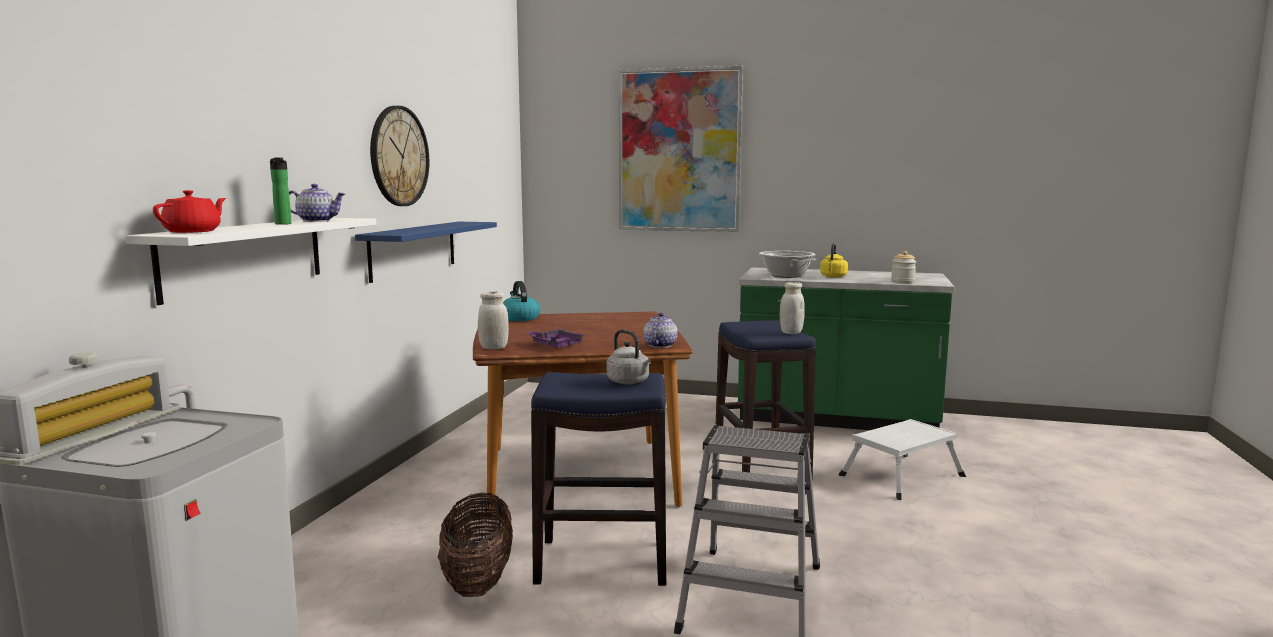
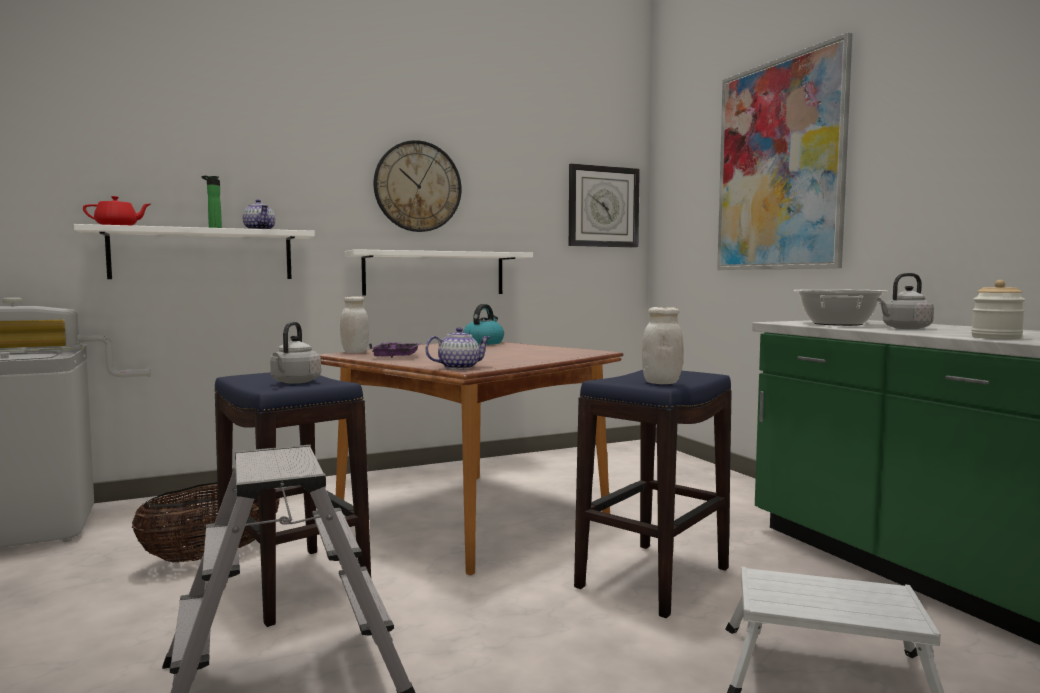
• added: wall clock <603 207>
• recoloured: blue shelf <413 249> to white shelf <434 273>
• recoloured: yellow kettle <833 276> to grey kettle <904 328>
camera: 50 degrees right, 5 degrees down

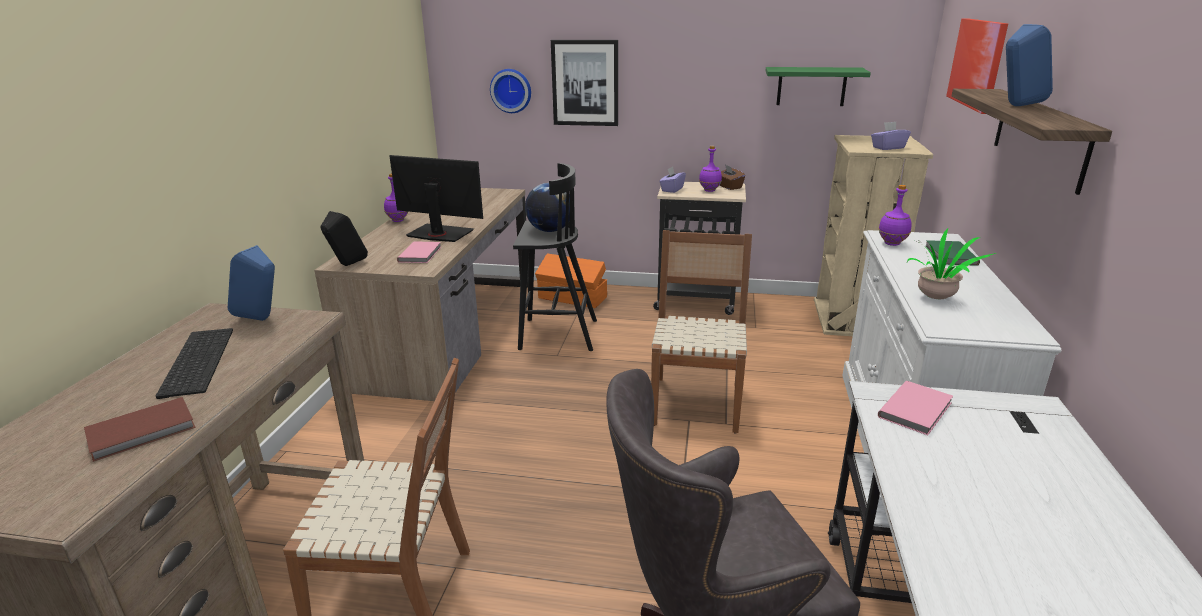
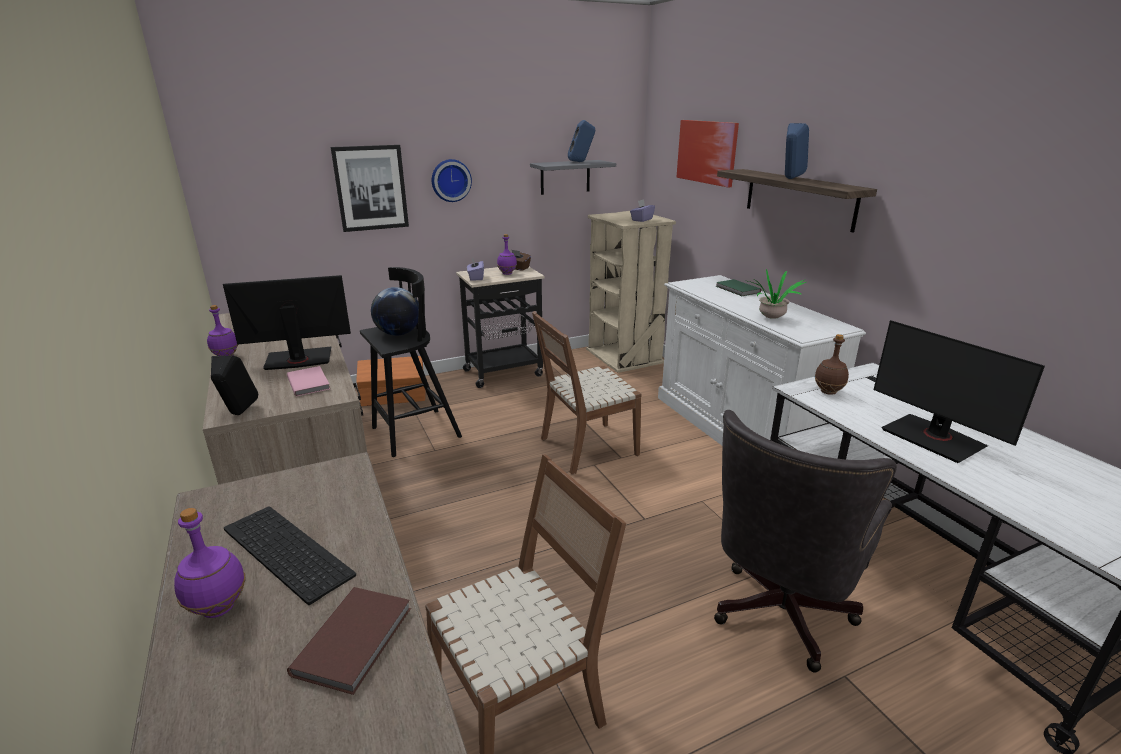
• added: monitor <933 438>
• moved: blue speaker <262 320> to <581 162>
• moved: wall clock <511 90> to <450 180>
• moved: purple bottle <891 243> to <217 608>
• replaced: pink book <917 410> to brown bottle <828 392>
• recoloured: green shelf <811 86> to grey shelf <565 177>
• turned: chair <697 401> = <585 448> 90 degrees counterclockwise
camera: 35 degrees left, 0 degrees up

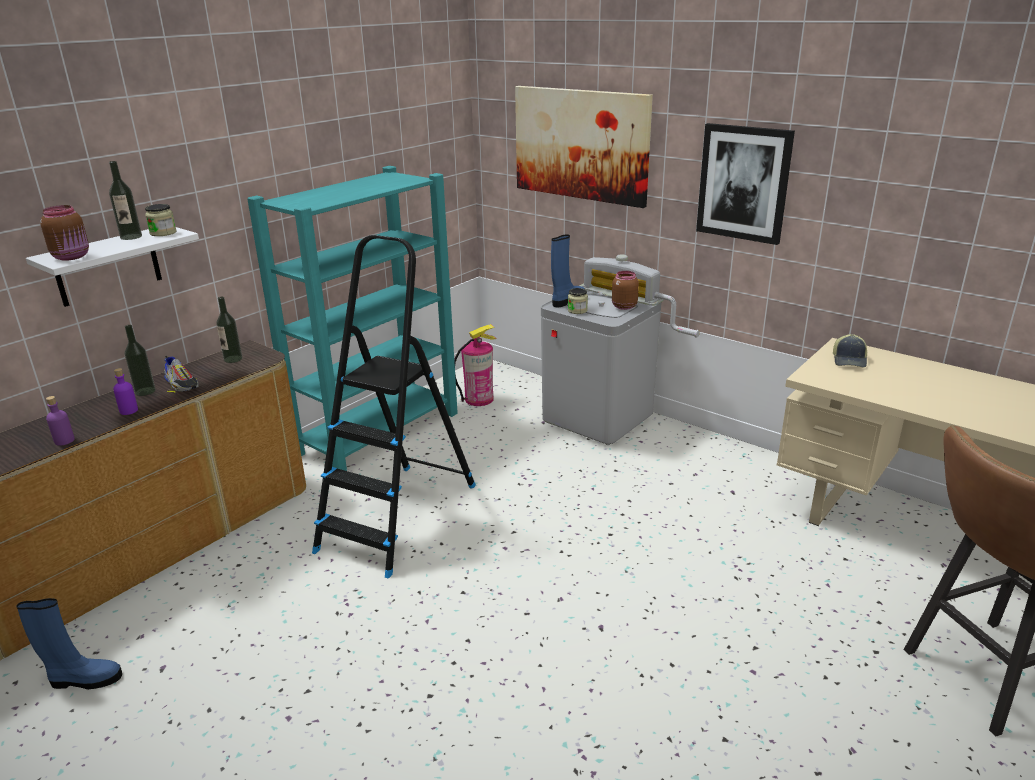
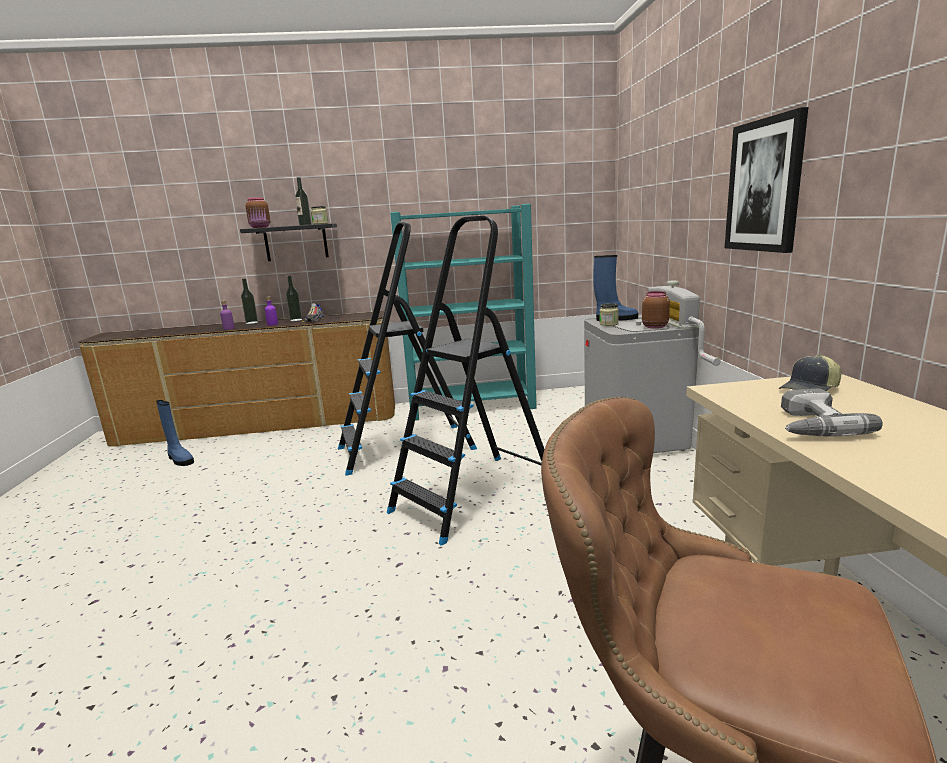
• removed: fire extinguisher <479 399>
• removed: picture <580 144>
• added: black step ladder <473 496>
• added: power drill <809 425>
• moved: bottle <233 359> to <252 322>
• recoloured: white shelf <107 266> to black shelf <296 242>
camera: 45 degrees right, 10 degrees down

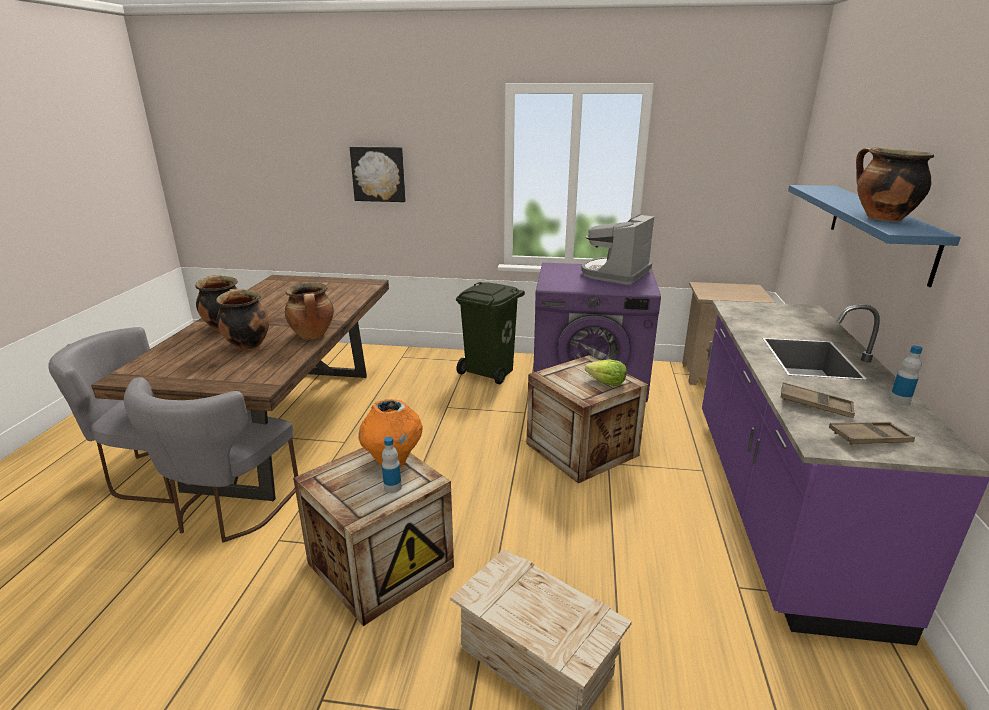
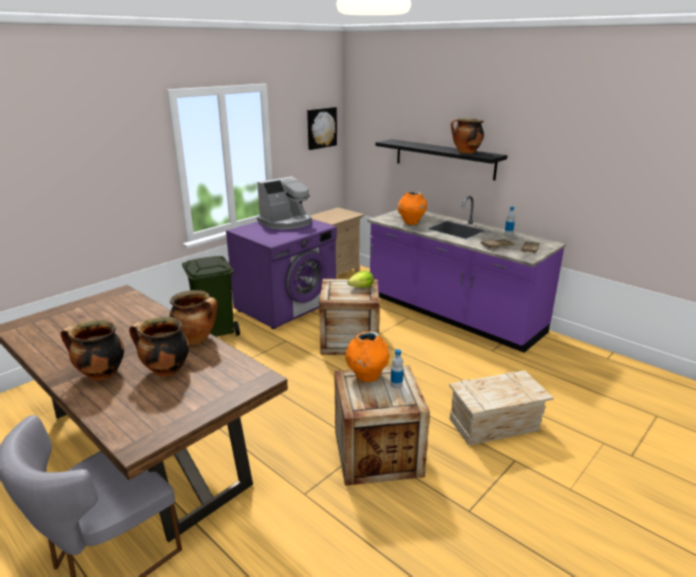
• removed: grey chair <229 510>
• added: orange vase <411 223>
• moved: picture <378 174> to <321 128>
• recoloured: blue shelf <879 230> to black shelf <444 159>
• turned: coffee machine <615 274> = <286 222> 105 degrees counterclockwise
camera: 55 degrees left, 0 degrees up

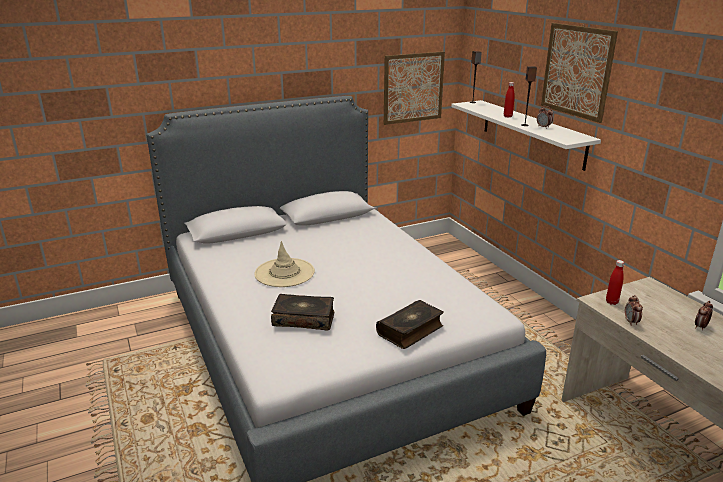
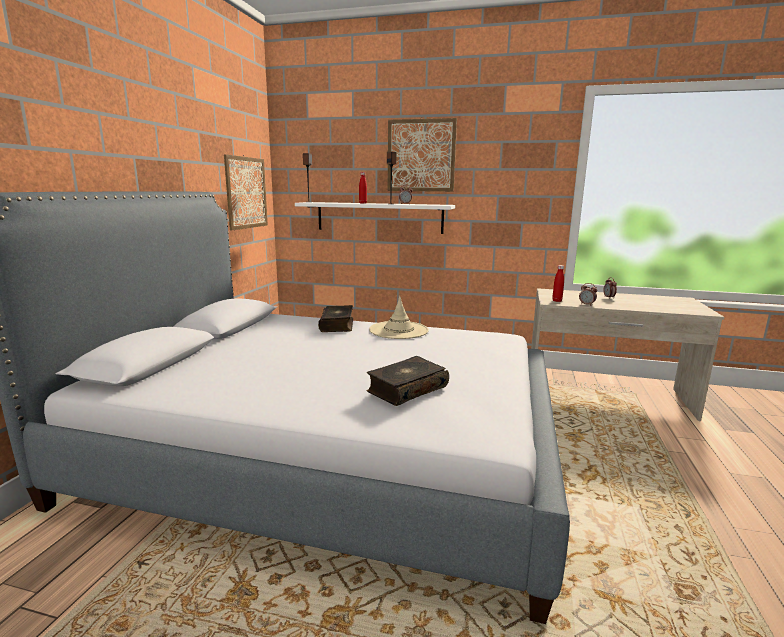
• moved: beige hat <284 273> to <398 330>
• moved: book <411 330> to <337 325>
camera: 50 degrees left, 10 degrees down

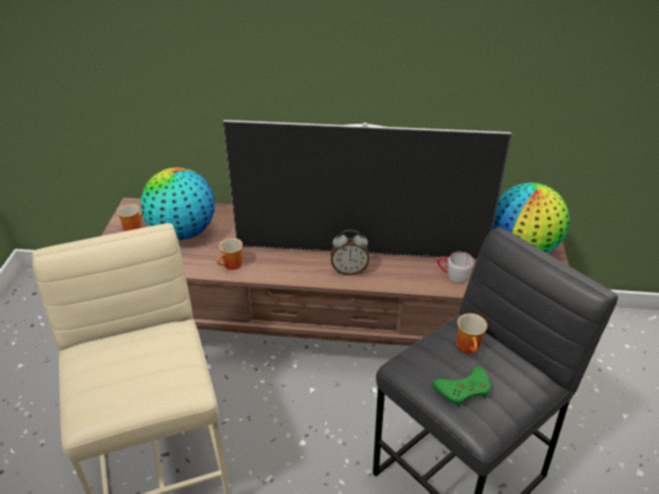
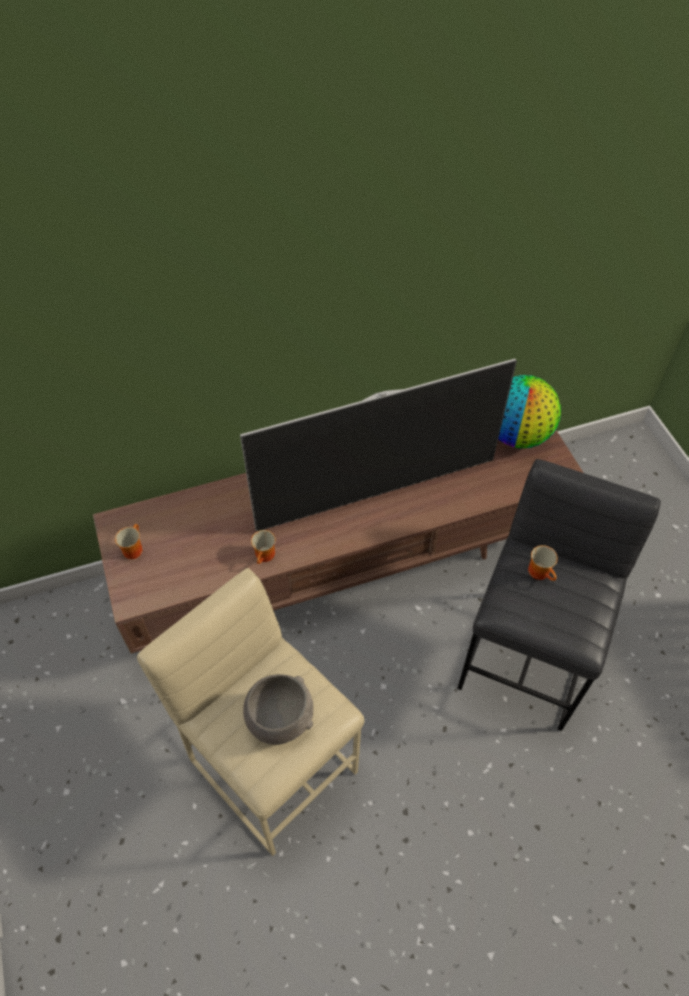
• removed: globe <182 232>
• removed: alarm clock <349 270>
• removed: green game controller <463 389>
• removed: grey mug <452 275>
• added: grey bowl <280 718>
camera: 25 degrees left, 15 degrees up

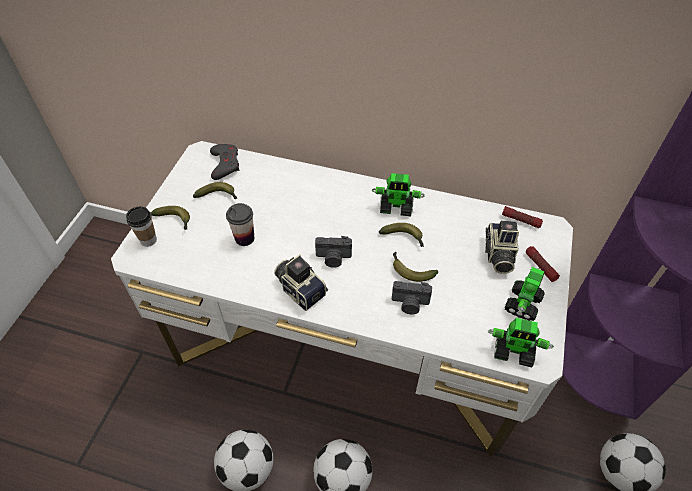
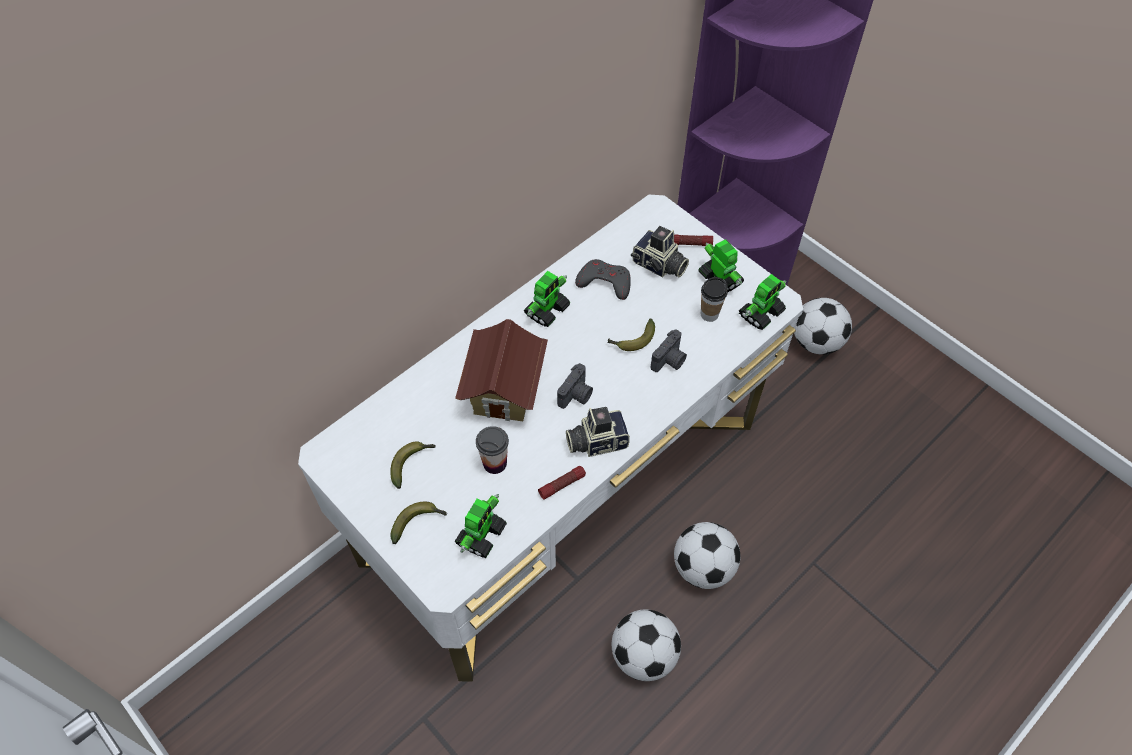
• removed: banana <404 238>
• added: toy house <505 392>
• added: toy robot <481 535>
• moved: cup <148 240> to <709 314>
• moved: grey game controller <225 164> to <604 282>
• moved: flashlight <521 220> to <562 485>
camera: 60 degrees left, 5 degrees up

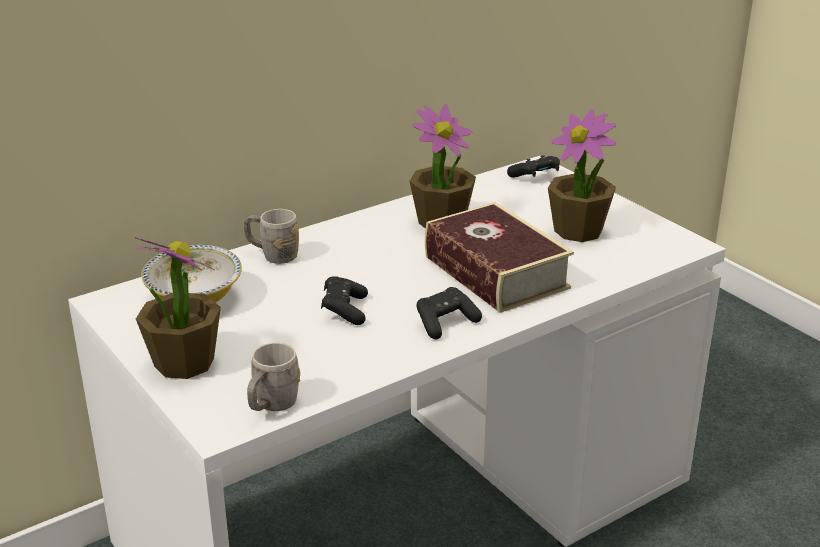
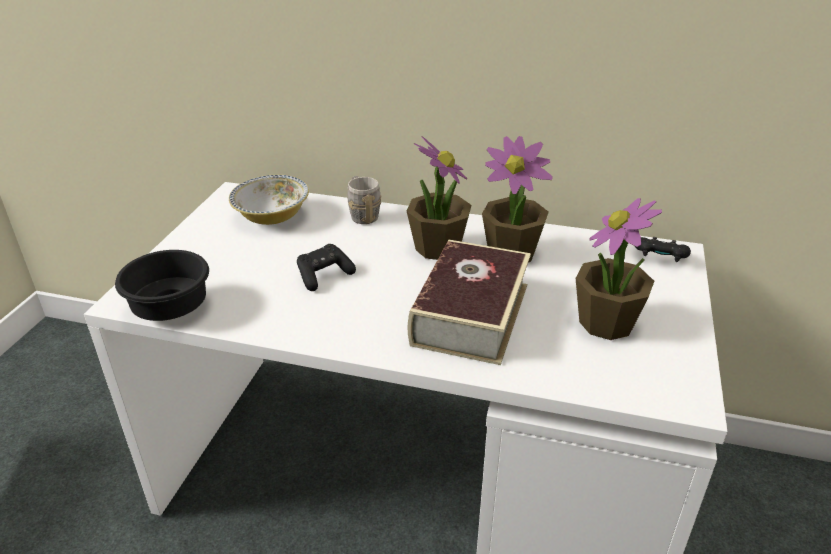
• removed: black game controller <445 323>
• moved: potted plant <183 362> to <438 247>
• replaced: grey mug <272 406> to black bowl <168 308>
camera: 50 degrees right, 5 degrees up

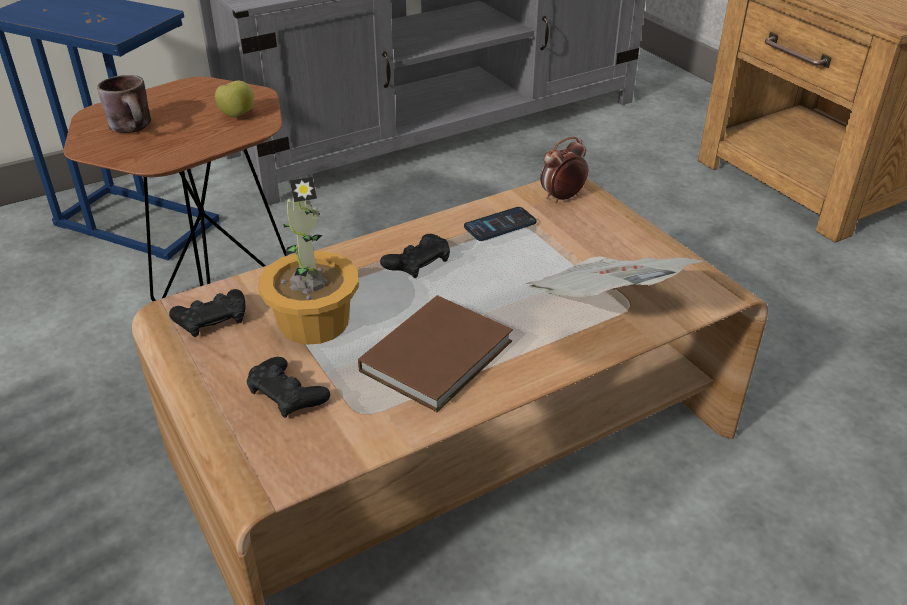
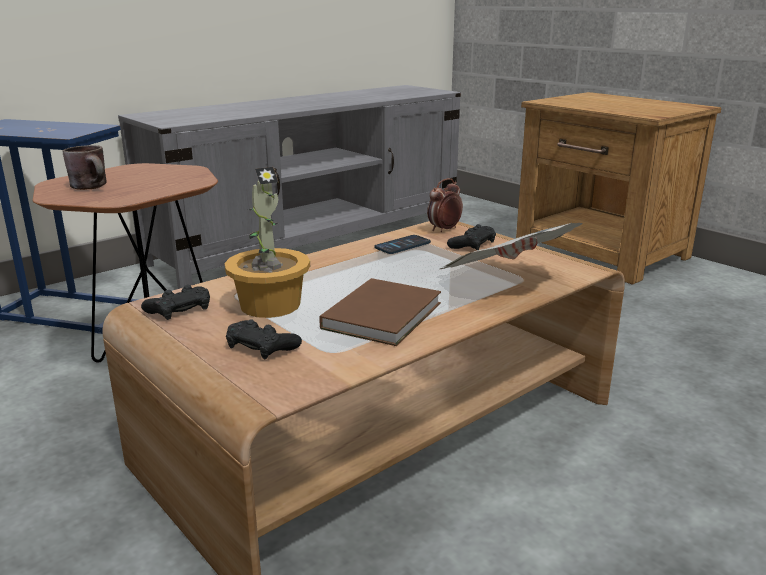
• removed: apple <237 115>
• moved: black game controller <417 262> to <472 244>
camera: 10 degrees left, 15 degrees down

